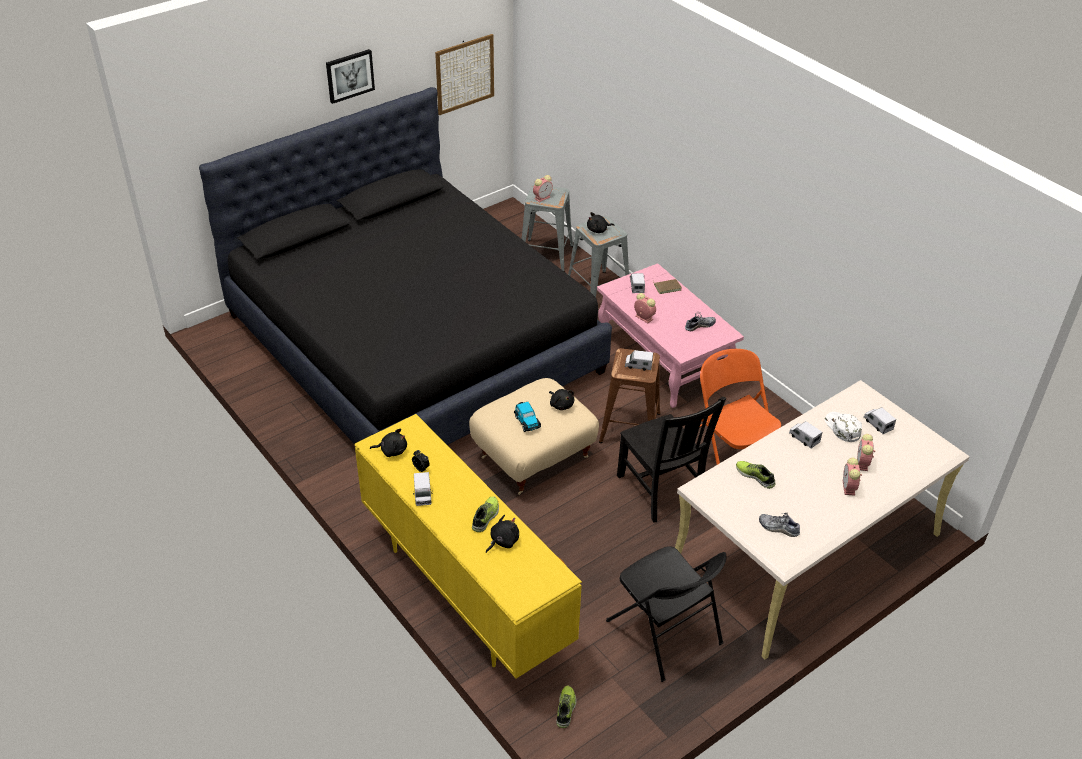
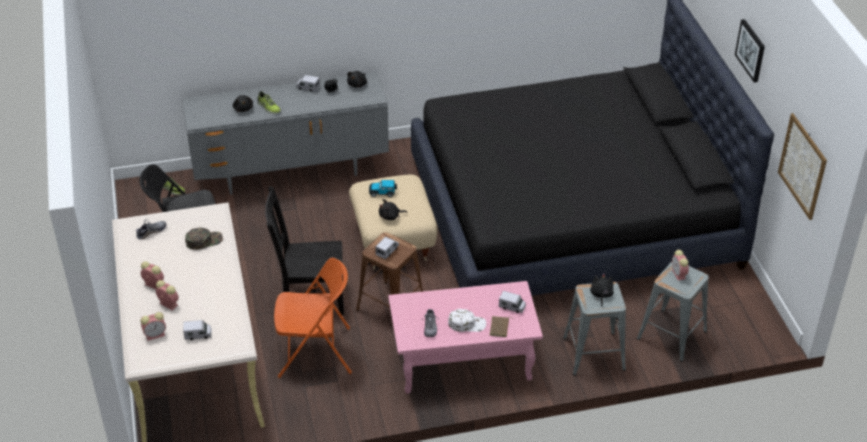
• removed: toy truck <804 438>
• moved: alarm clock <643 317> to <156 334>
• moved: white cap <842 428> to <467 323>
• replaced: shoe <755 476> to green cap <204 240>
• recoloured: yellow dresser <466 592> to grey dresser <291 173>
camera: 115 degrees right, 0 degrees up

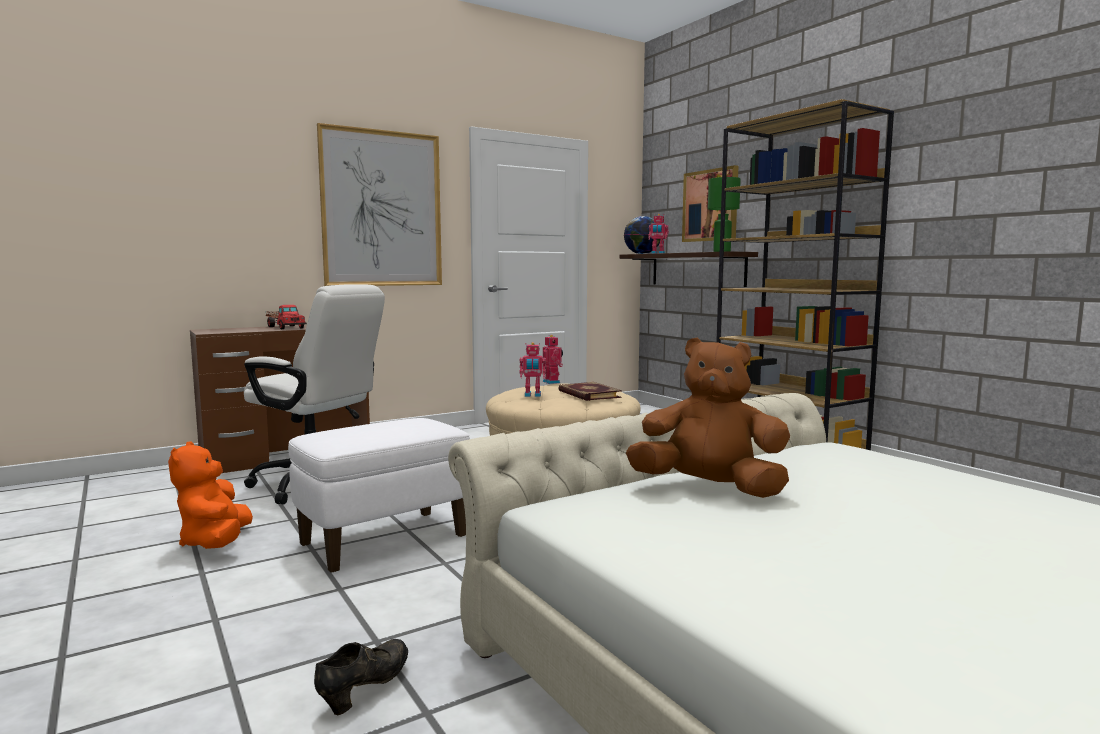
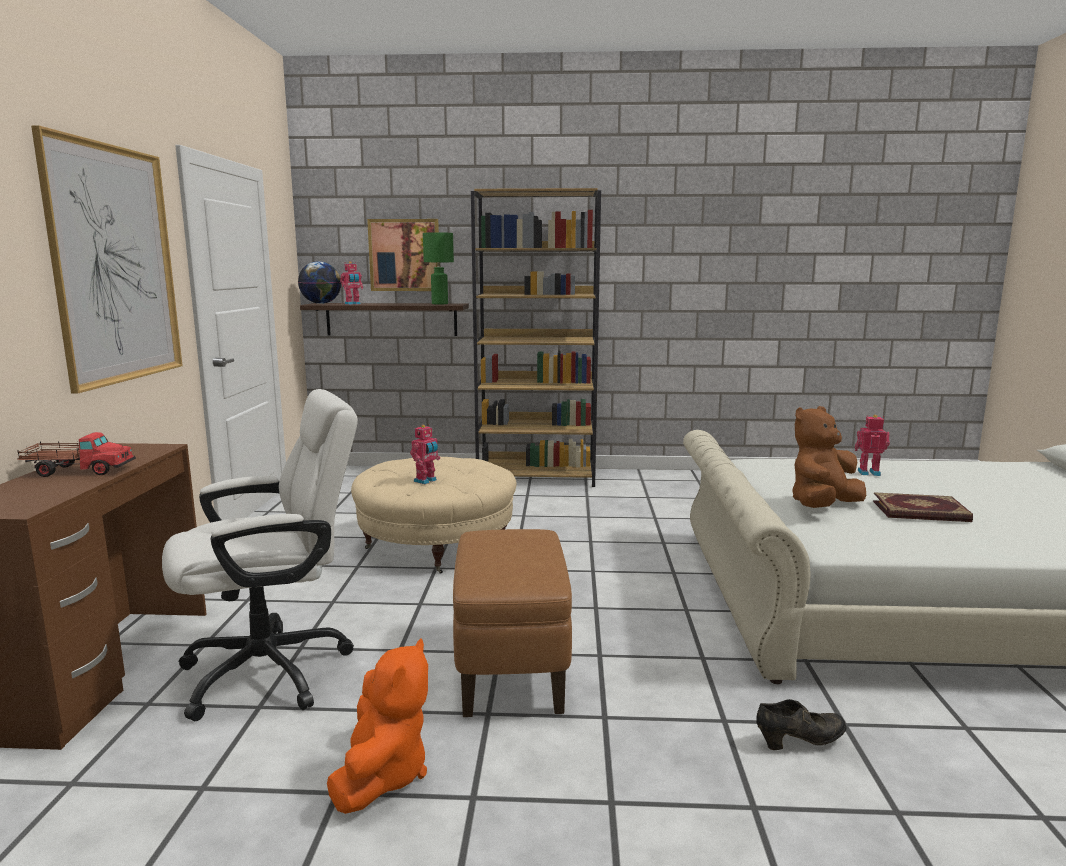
• moved: toy robot <552 382> to <868 472>
• moved: book <588 394> to <920 512>
• recoloured: white ottoman <385 540> to brown ottoman <511 669>
• turned: orange plush toy <216 542> = <382 775> 105 degrees counterclockwise
• turned: black shoe <365 689> = <800 742> 105 degrees clockwise
camera: 55 degrees left, 5 degrees up

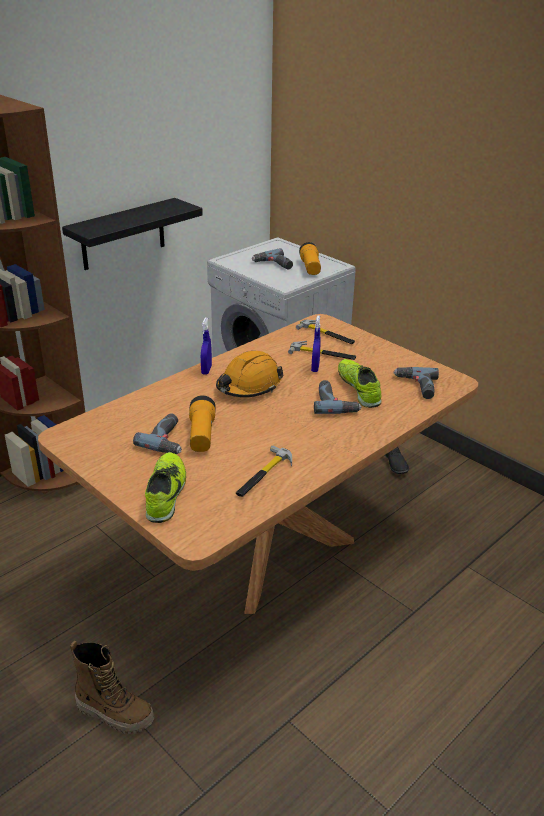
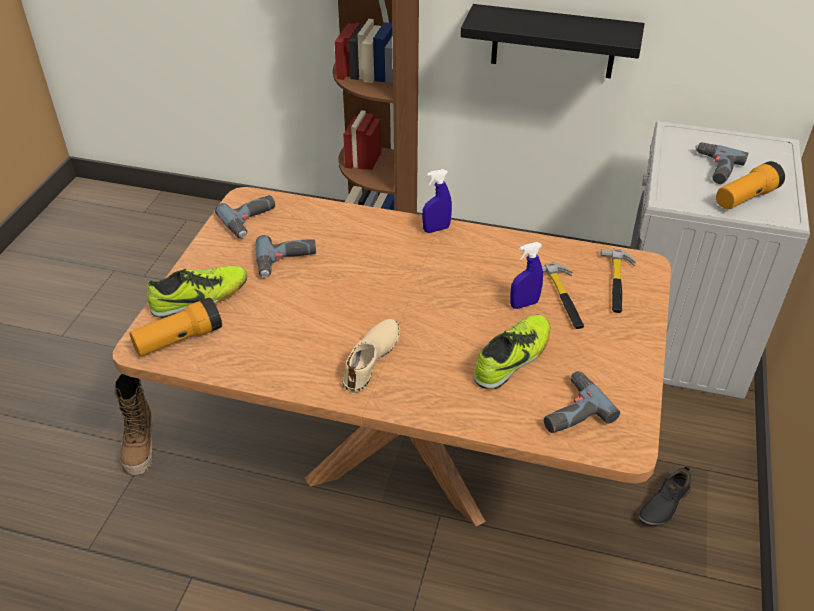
• removed: orange hard hat <248 386>
• removed: hammer <263 475>
• added: beige shoe <372 359>
• moved: flashlight <201 435> to <179 339>
• moved: power drill <335 403> to <252 221>
camera: 60 degrees right, 10 degrees up

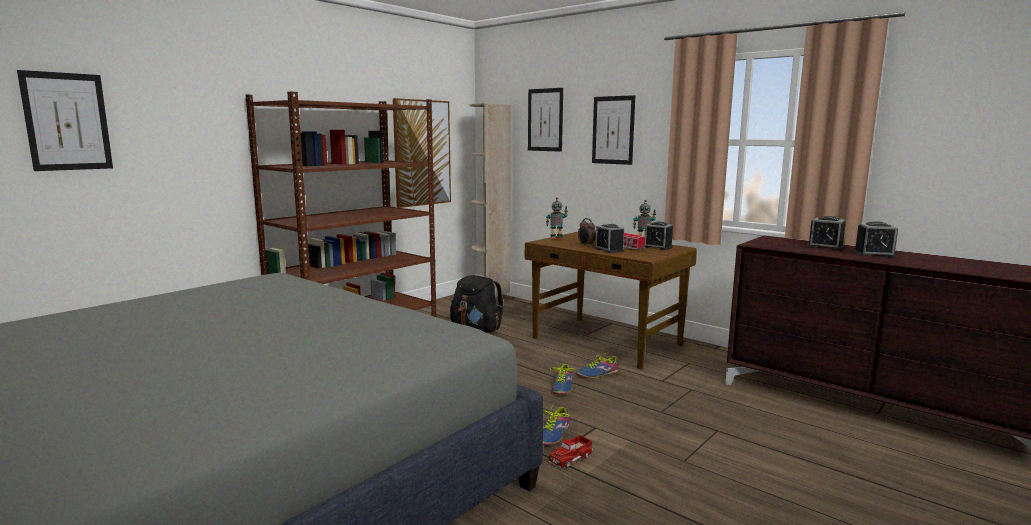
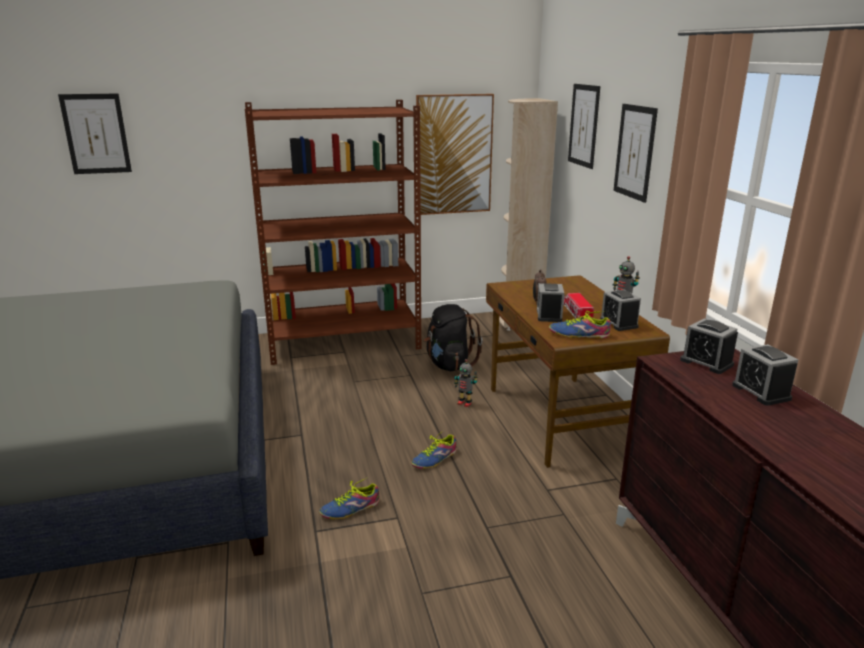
• removed: toy truck <570 458>
• moved: toy robot <556 238> to <464 403>
• moved: shoe <598 374> to <579 334>
• moved: alarm clock <874 254> to <706 362>
camera: 35 degrees right, 10 degrees up

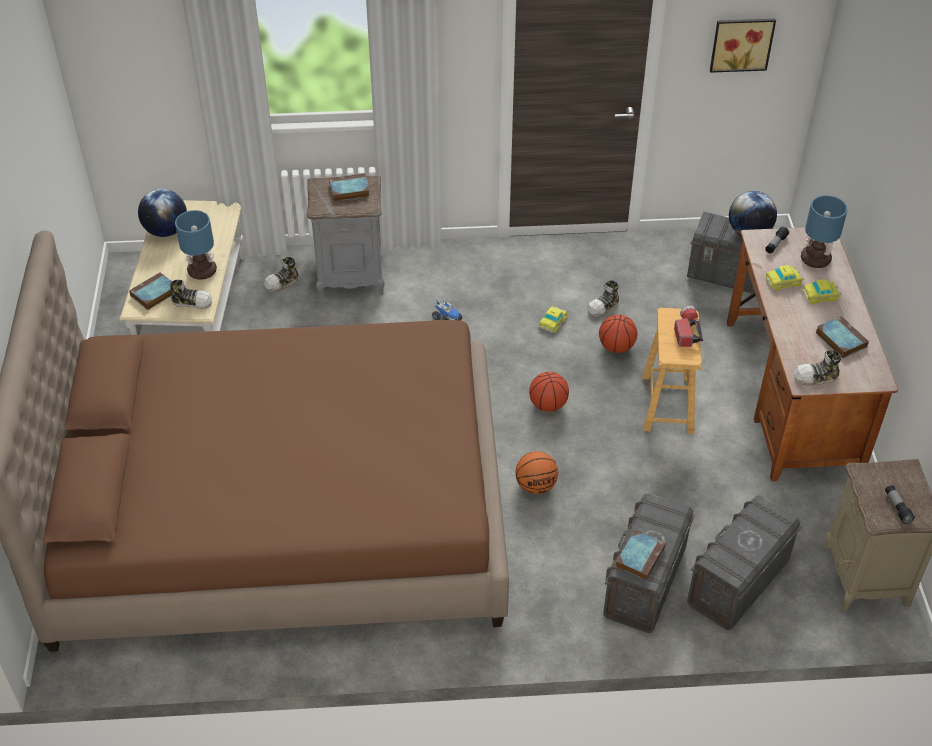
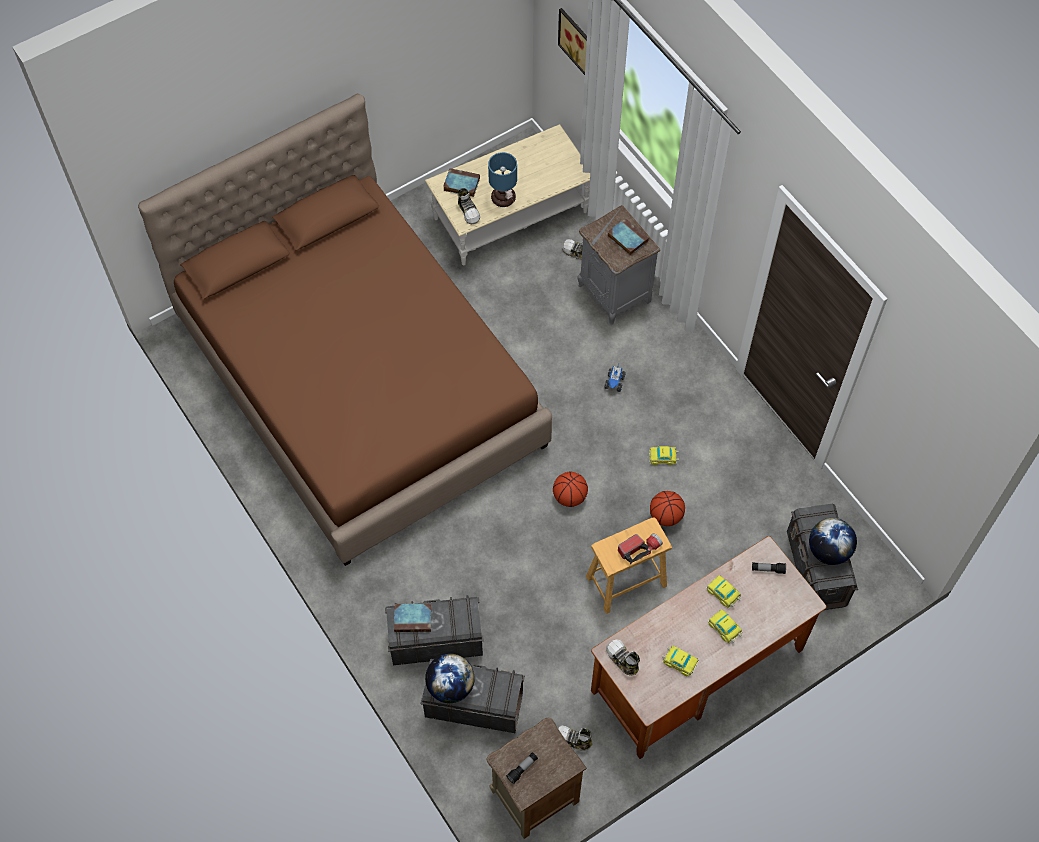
• removed: basketball <536 486>
• removed: table lamp <816 259>
• moved: globe <166 231> to <450 686>
• moved: shoe <603 307> to <573 740>
• moved: picture <741 43> to <577 41>
• replaced: book <839 339> to toy car <679 661>
camera: 60 degrees right, 15 degrees up

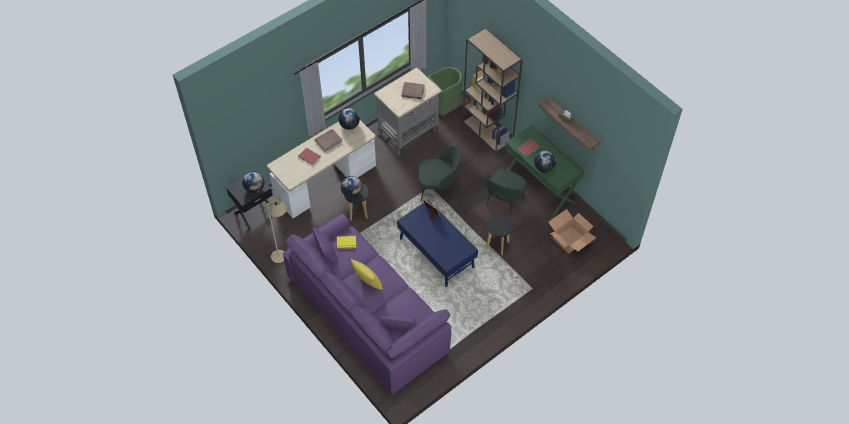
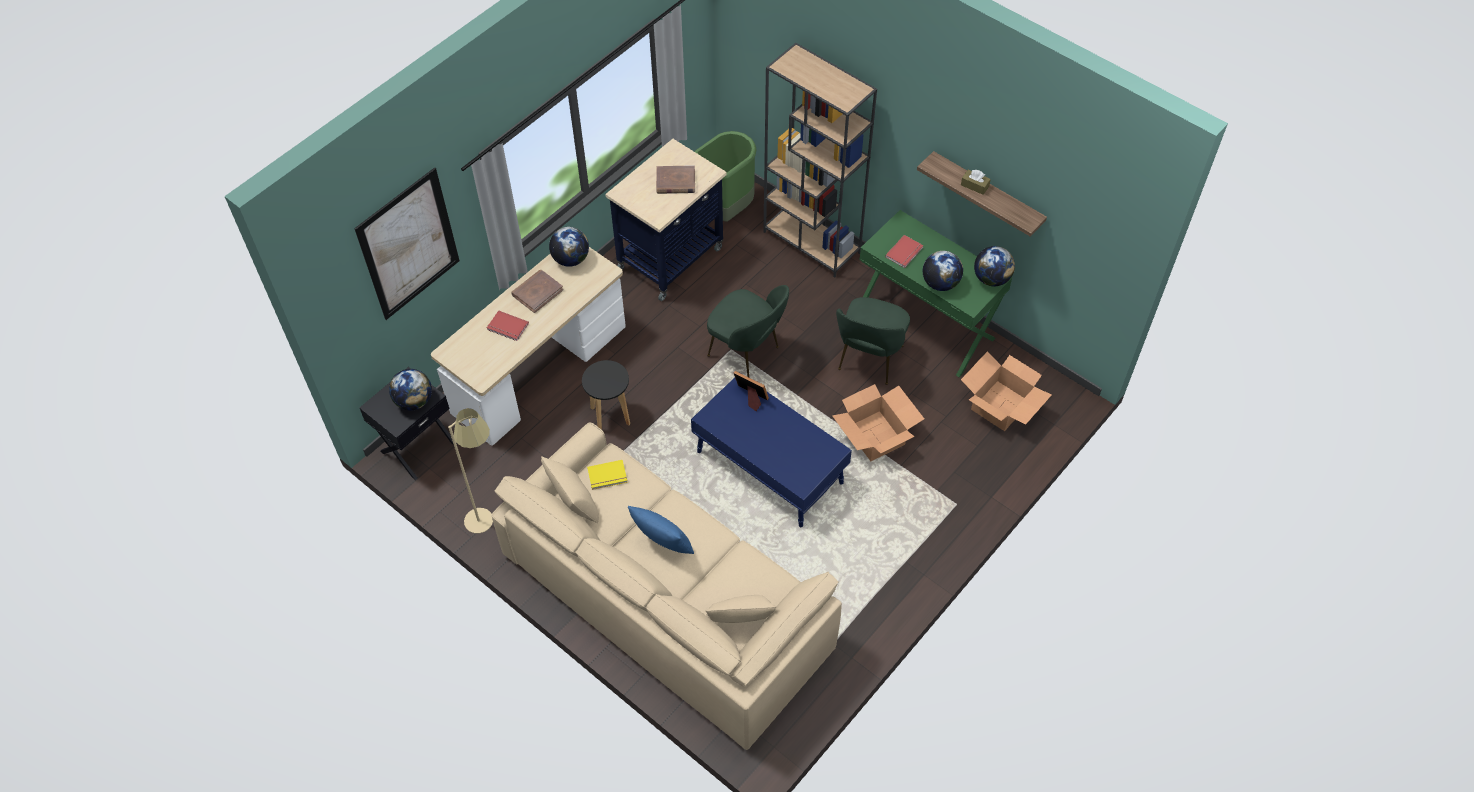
• added: picture <409 245>
• moved: globe <352 193> to <991 278>
• replaced: black stool <497 245> to cardboard box <875 435>
• recoloured: purple sofa <368 313> to beige sofa <668 601>
• recoloured: yellow pillow <367 282> to blue pillow <663 545>
• recoloured: grey cart <408 131> to blue cart <670 258>
• turned: green chair <438 191> = <748 355> 45 degrees clockwise
camera: 10 degrees left, 0 degrees up

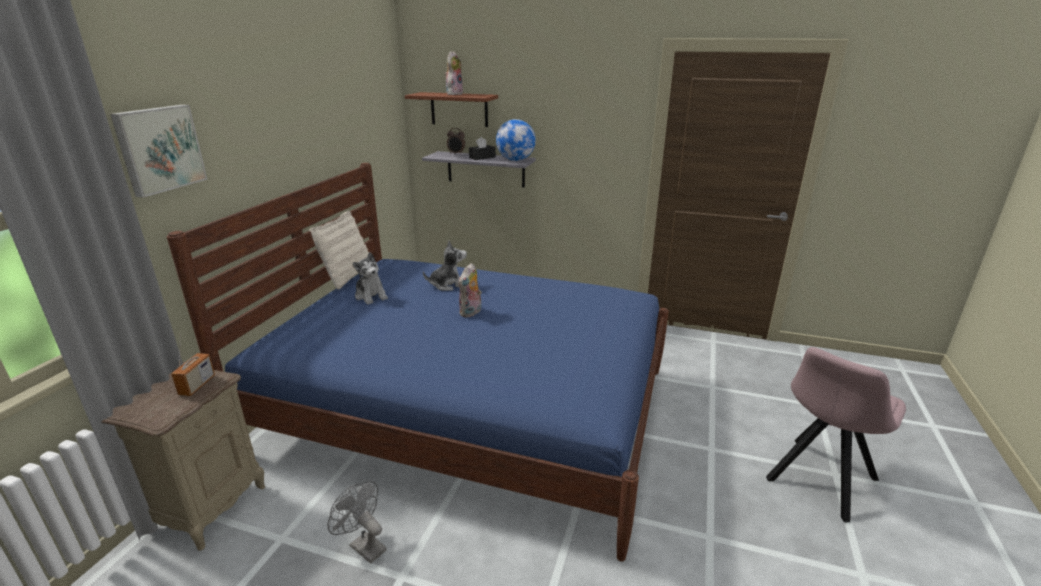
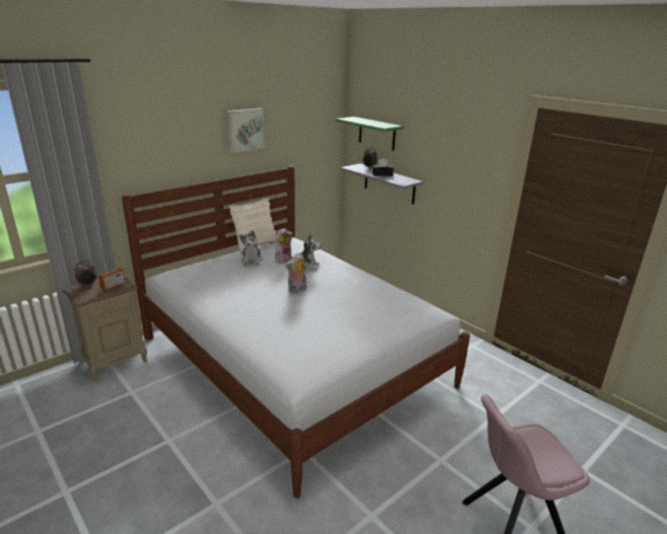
• removed: grey fan <363 545>
• removed: globe <515 160>
• added: alarm clock <88 285>
• moved: picture <159 149> to <244 129>
• moved: plush toy <454 94> to <283 260>
• recoloured: blue bed <470 409> to white bed <294 361>
• recoloured: brown shelf <459 109> to green shelf <377 133>
camera: 30 degrees right, 0 degrees up

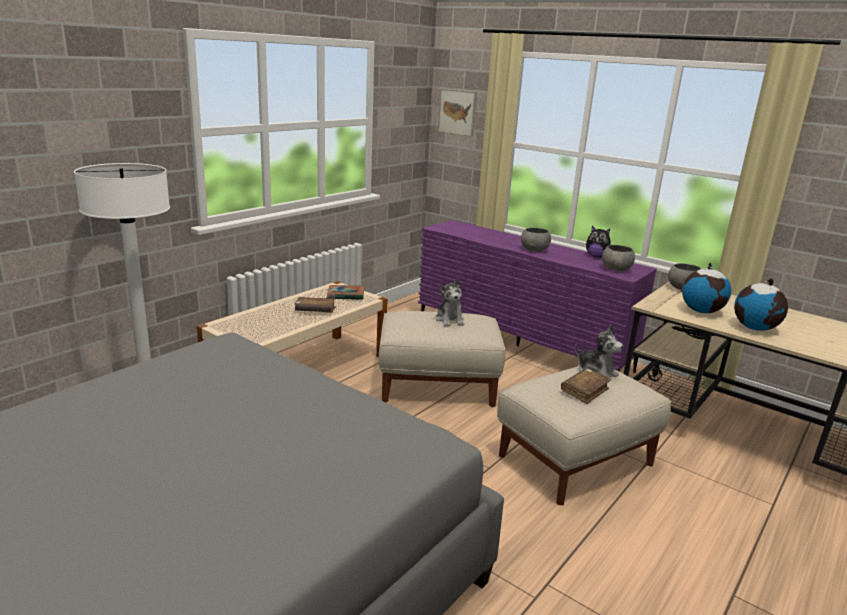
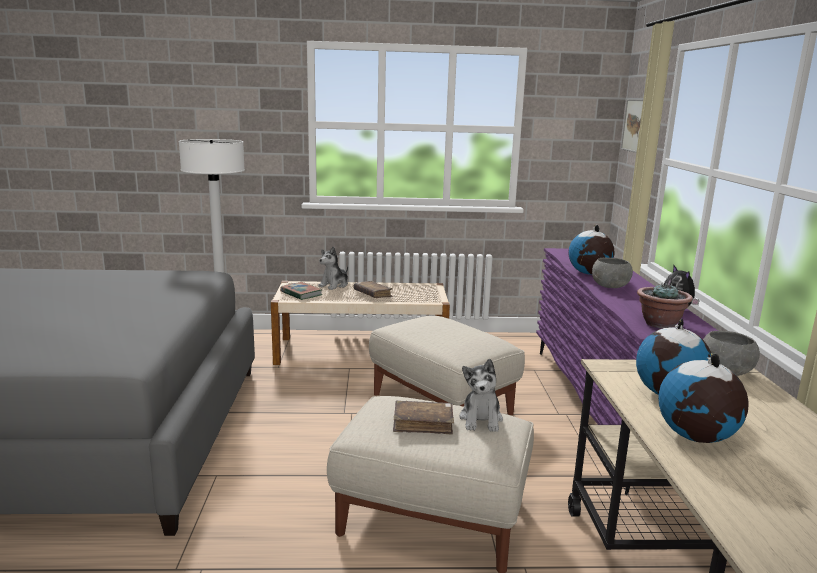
• added: globe <589 273>
• moved: book <345 295> to <301 293>
• moved: plush toy <450 320> to <334 285>
• replaced: grey bowl <615 269> to potted plant <659 324>
camera: 50 degrees right, 5 degrees down

